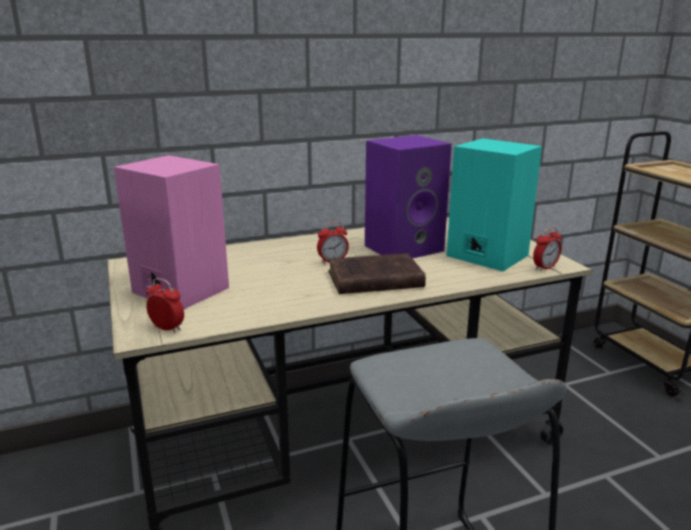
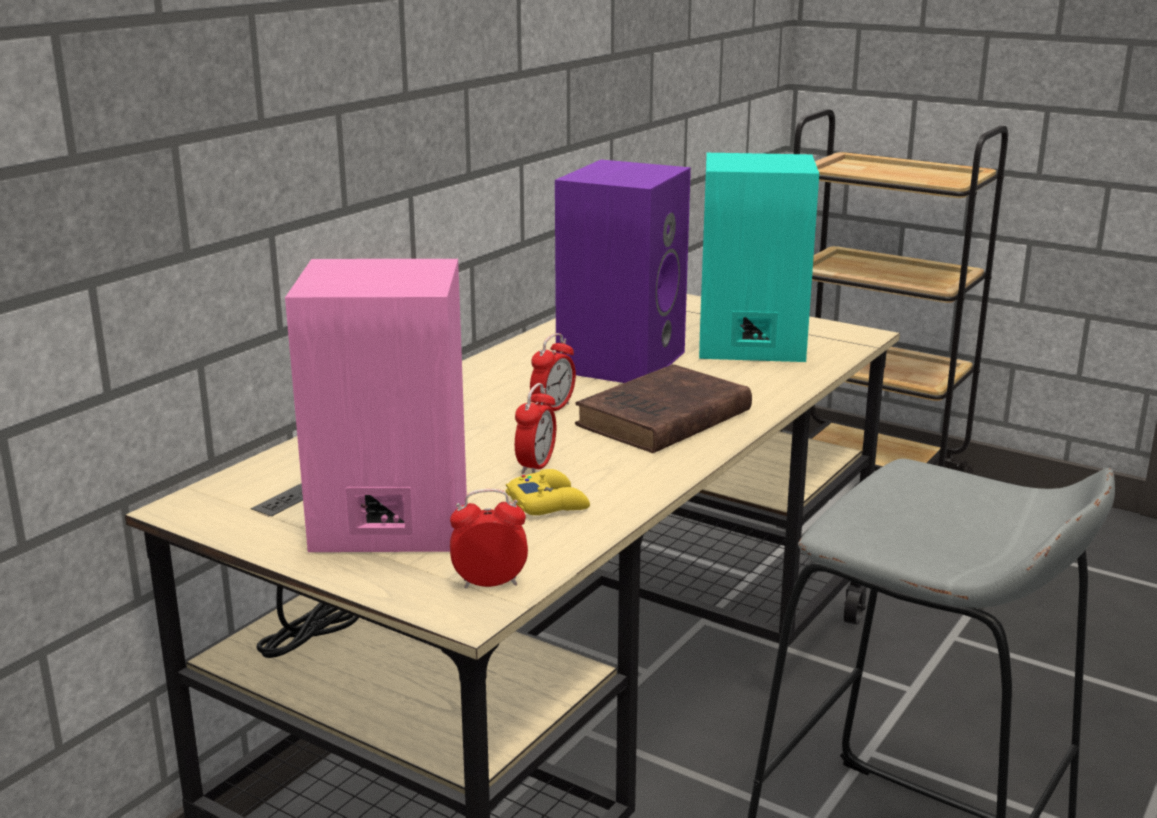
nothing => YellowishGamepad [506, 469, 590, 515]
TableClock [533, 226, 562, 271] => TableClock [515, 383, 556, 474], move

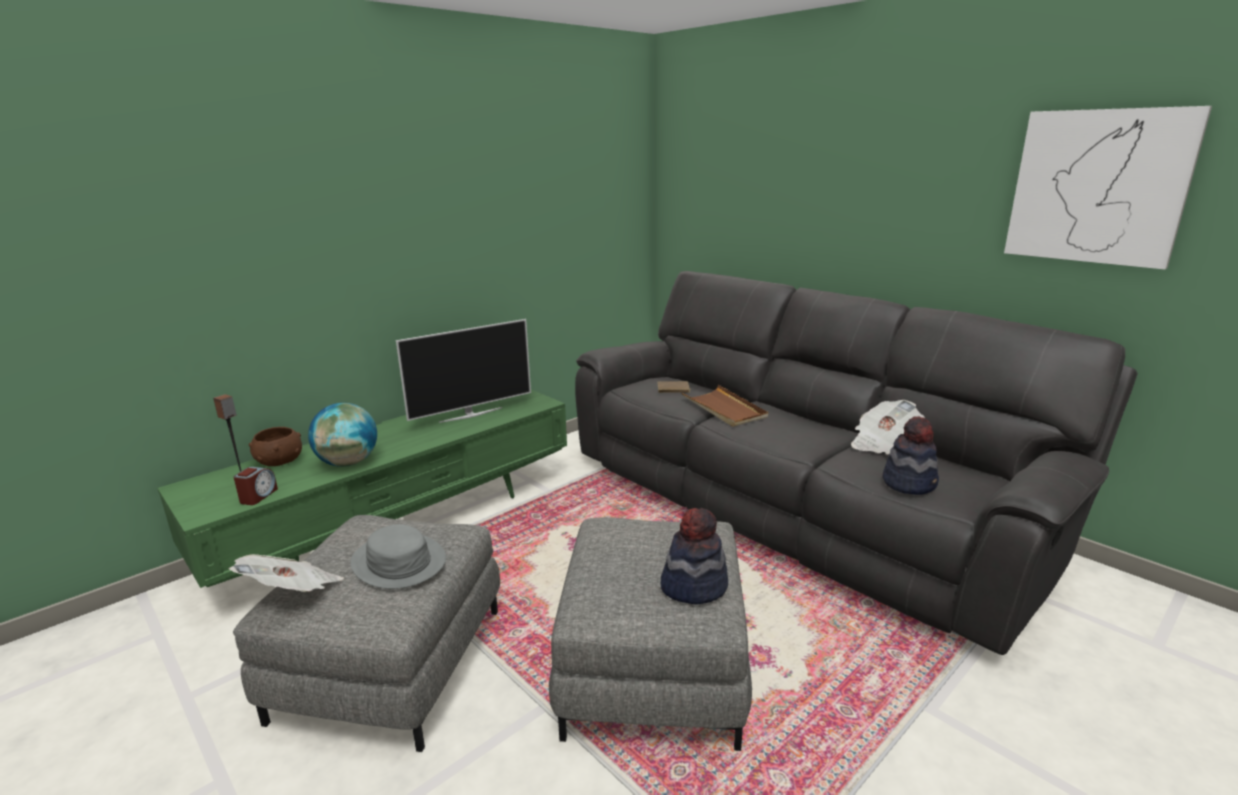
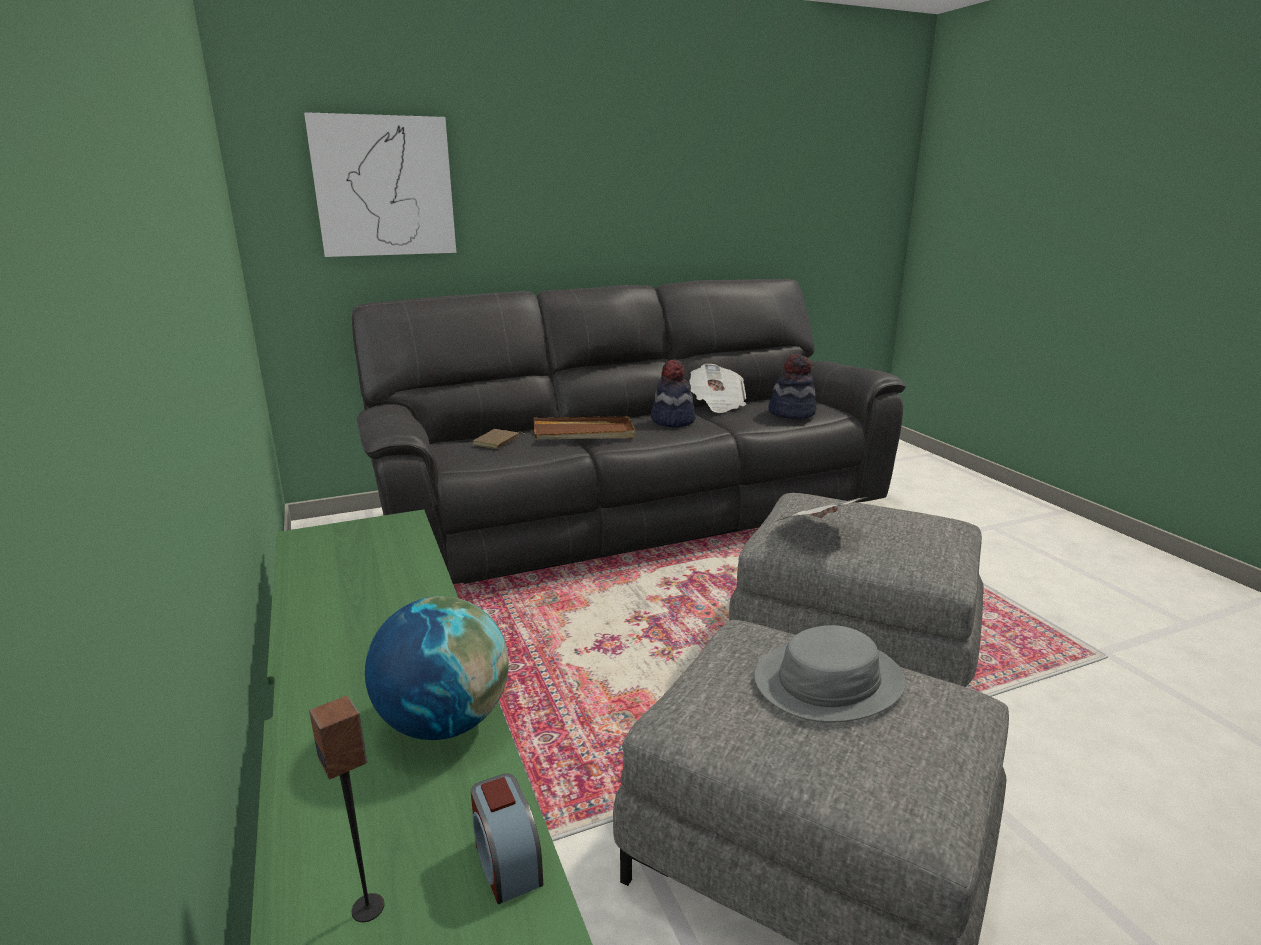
BrownColouredDeepDish [249, 427, 302, 466] => nothing
Tv [396, 319, 531, 423] => nothing
Newspaper [228, 554, 344, 592] => Newspaper [773, 497, 867, 522], move
Hat [661, 508, 728, 605] => Hat [651, 359, 696, 428], move
WallArt [1004, 106, 1212, 270] => WallArt [304, 112, 456, 257], move
TableClock [234, 467, 278, 505] => TableClock [471, 773, 543, 904], 150 degrees counterclockwise

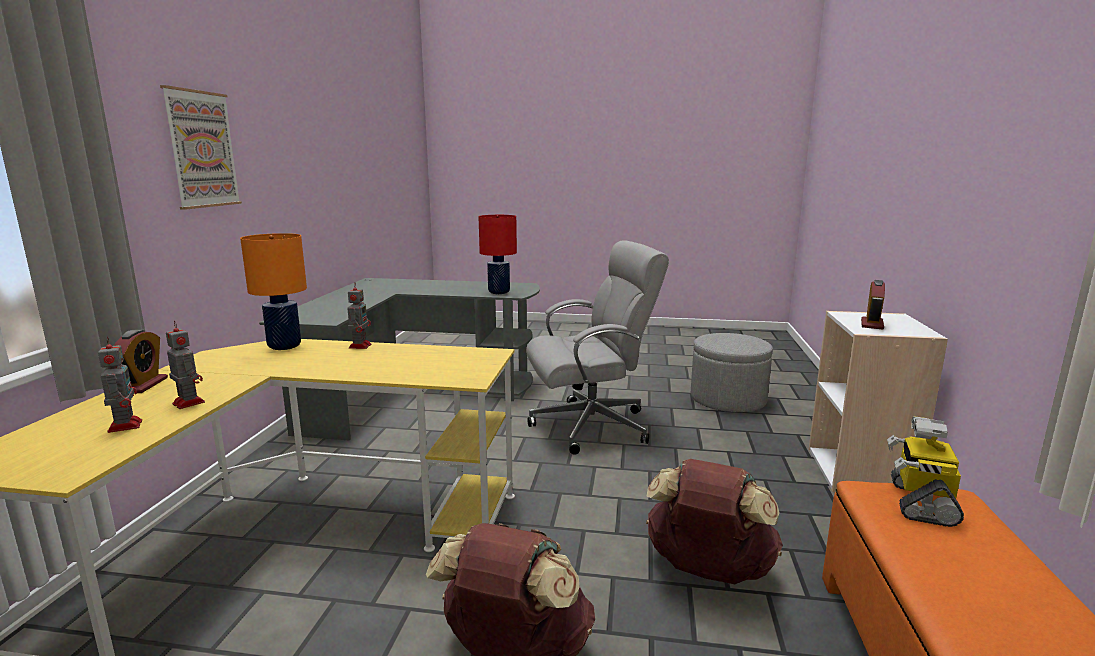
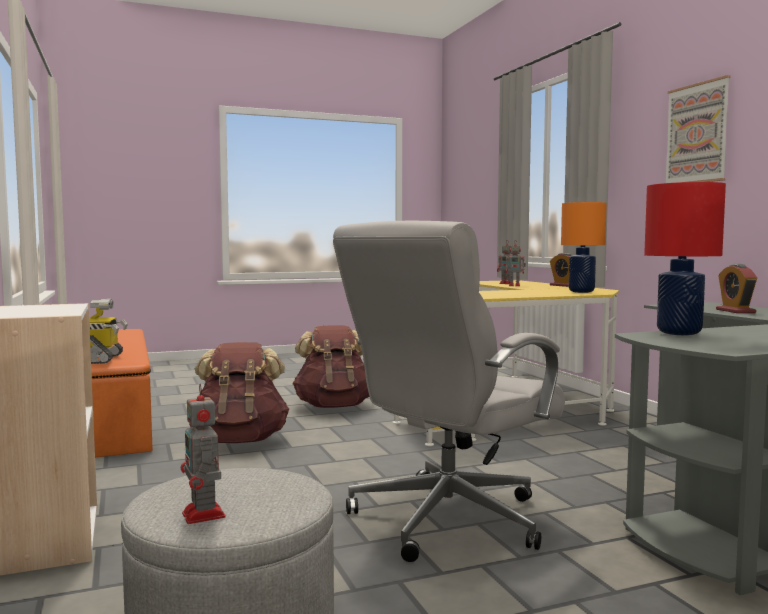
ModelRobot [347, 282, 371, 349] => ModelRobot [181, 383, 225, 524], move
TableClock [861, 280, 885, 330] => TableClock [716, 264, 757, 313], move

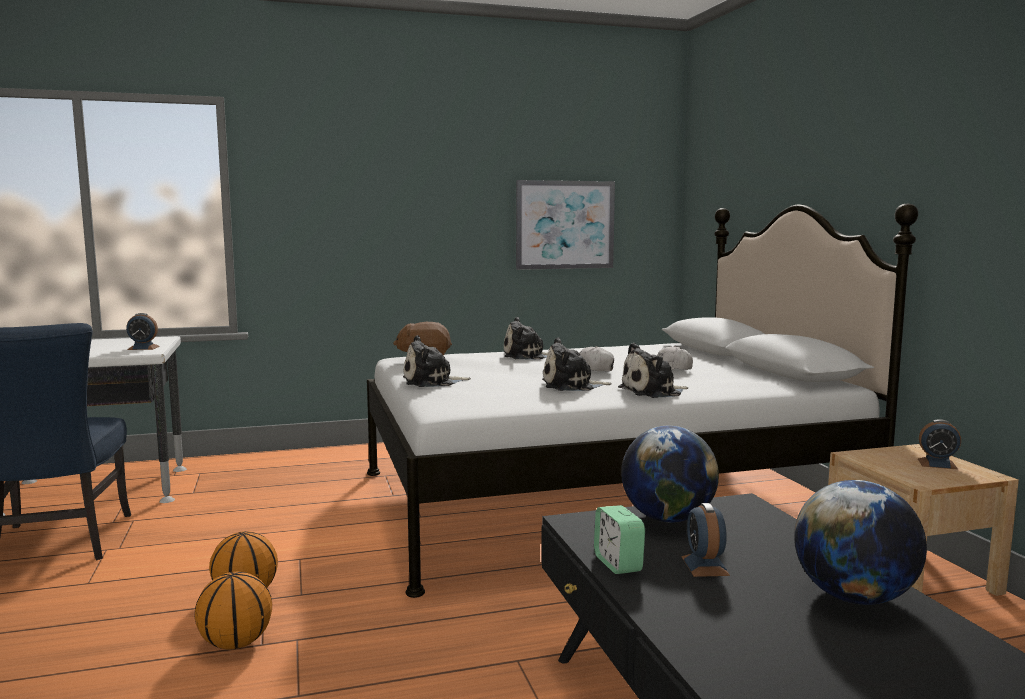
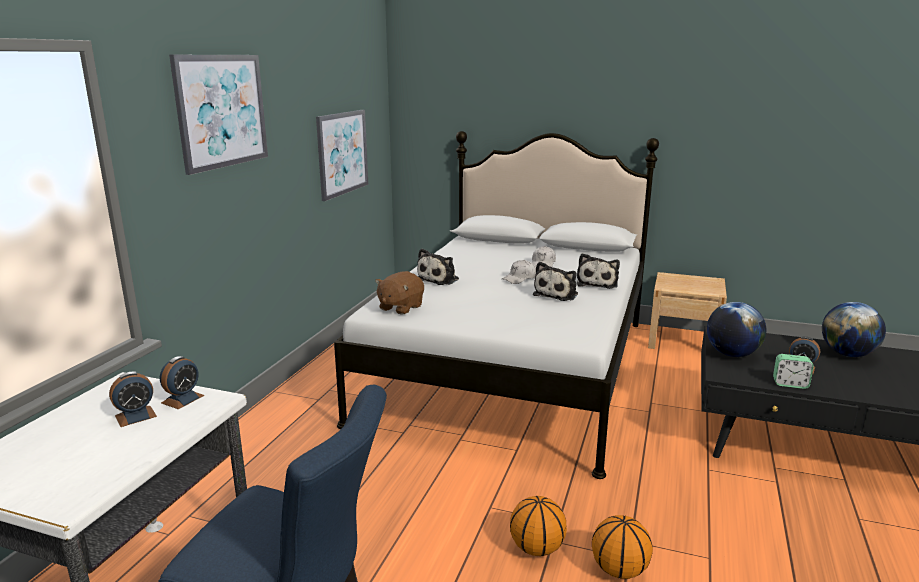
SoftToy [403, 335, 471, 387] => nothing
nothing => WallArt [169, 55, 268, 175]
TableClock [918, 419, 961, 470] => TableClock [109, 372, 157, 427], move

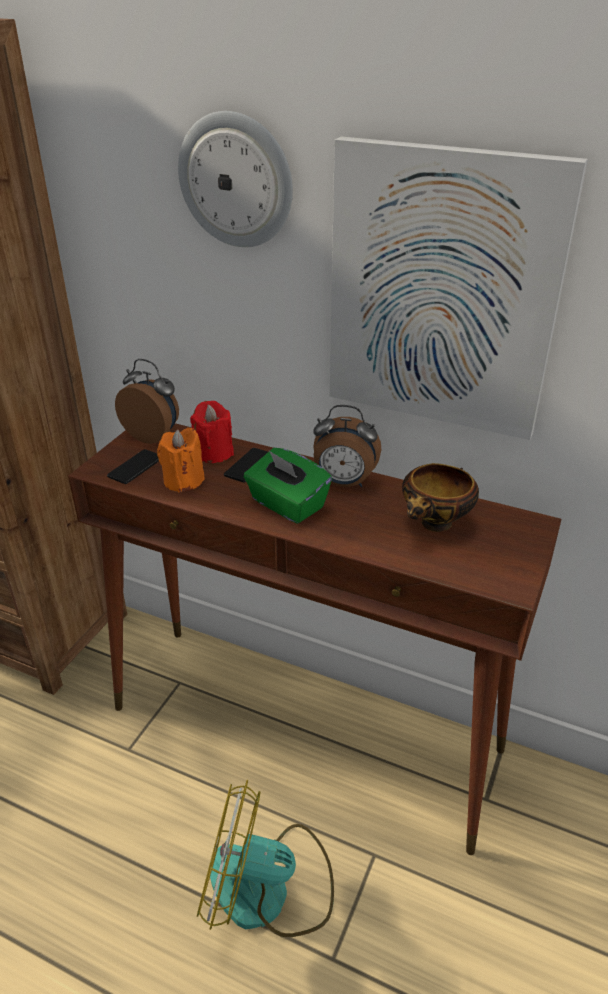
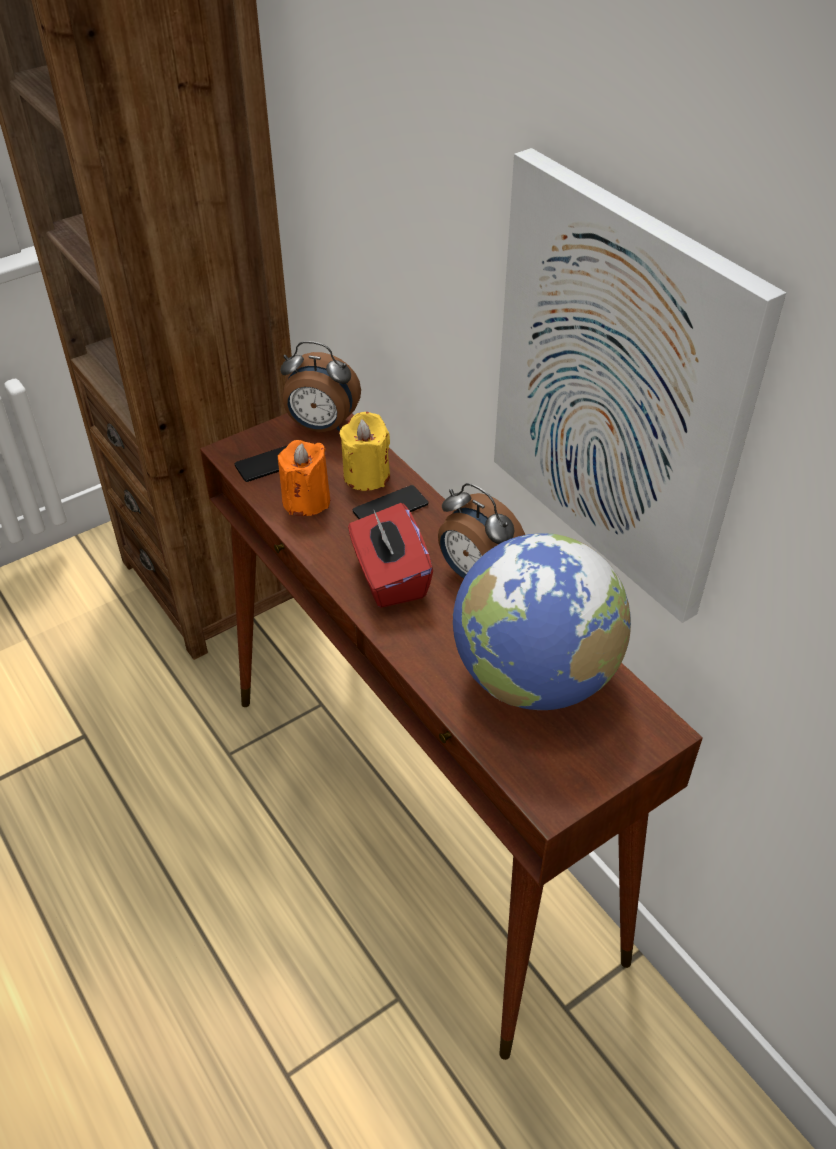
ClockOnTheWall [178, 111, 293, 247] => nothing
CoolingFan [197, 780, 334, 937] => nothing
DeepDish [402, 463, 479, 532] => DeskGlobe [453, 533, 631, 710]
RedColouredWaxCandle [190, 401, 234, 463] => YellowishWaxCandle [339, 412, 390, 491]
GreenTissueBox [244, 448, 332, 524] => RedColouredTissueBox [348, 503, 433, 608]
TableClock [115, 359, 179, 444] => TableClock [280, 341, 361, 432], 135 degrees clockwise

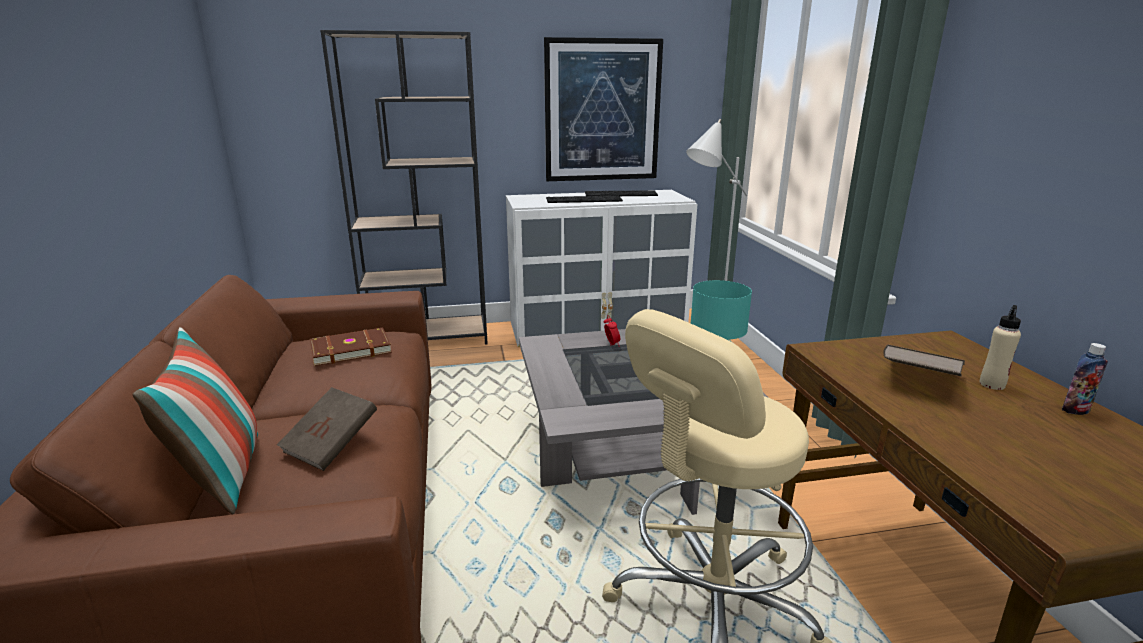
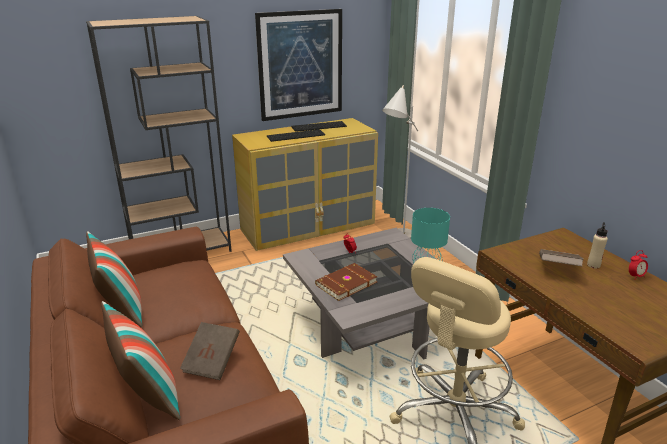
nothing => Cushion [86, 231, 142, 327]
BrownColouredBook [310, 327, 392, 366] => BrownColouredBook [315, 263, 377, 301], move
Bottle [1062, 343, 1108, 415] => TableClock [629, 250, 648, 280]
WhiteColouredStorageCabinet [506, 190, 697, 347] => YellowishStorageCabinet [232, 118, 378, 251]

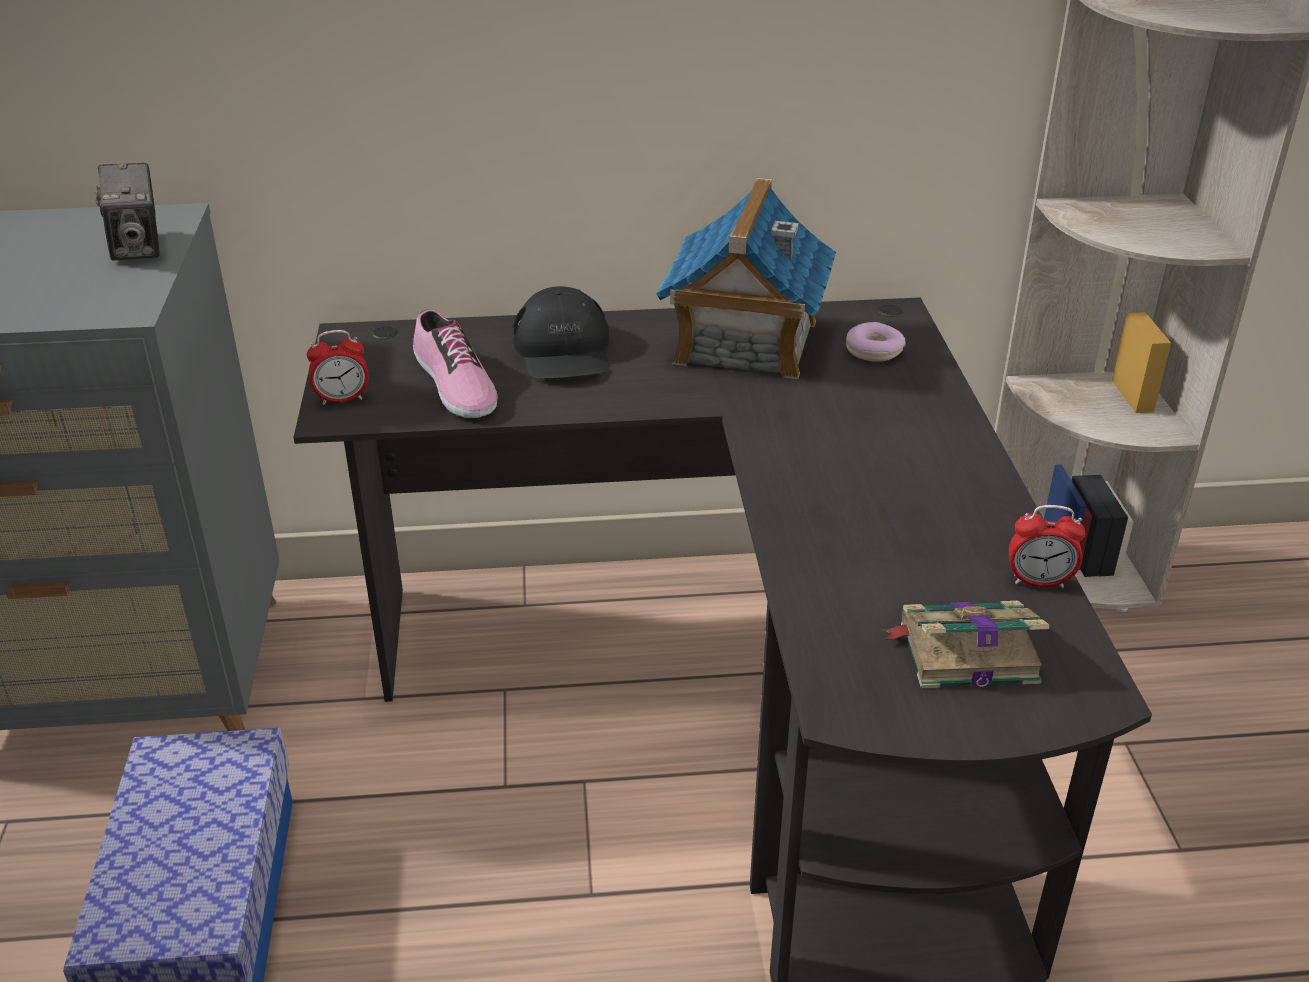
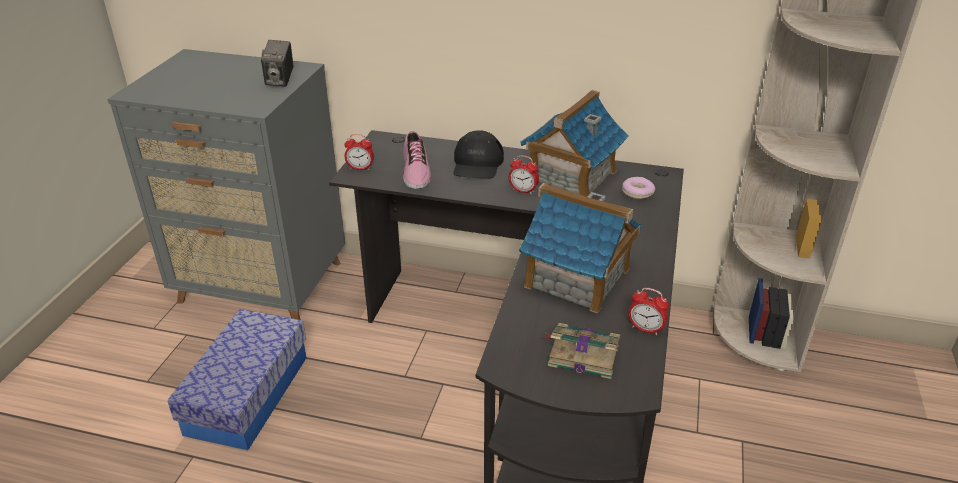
nothing => TableClock [509, 155, 539, 194]
nothing => ToyHouse [519, 183, 642, 314]

